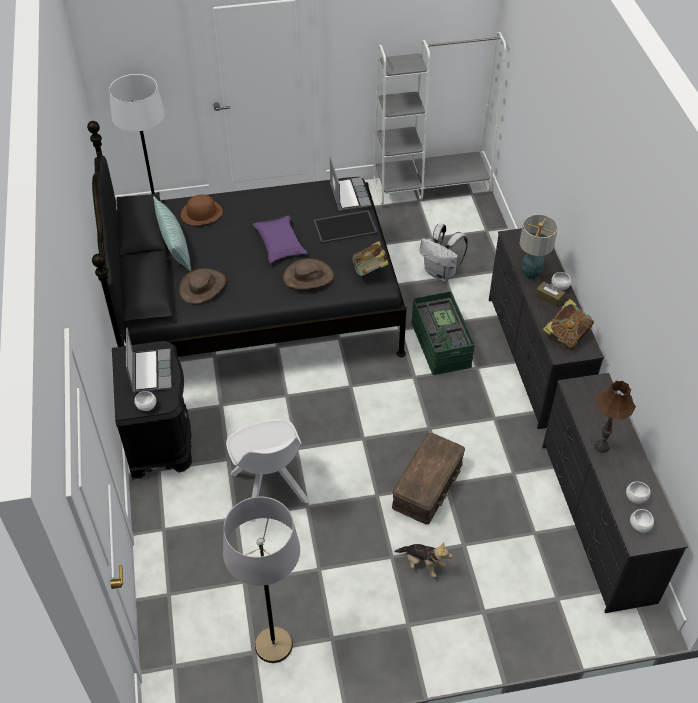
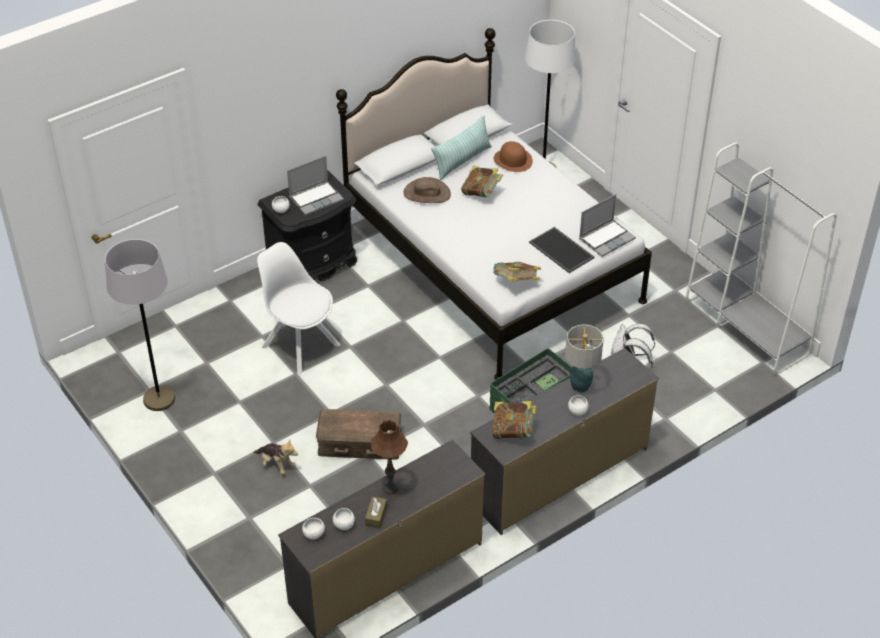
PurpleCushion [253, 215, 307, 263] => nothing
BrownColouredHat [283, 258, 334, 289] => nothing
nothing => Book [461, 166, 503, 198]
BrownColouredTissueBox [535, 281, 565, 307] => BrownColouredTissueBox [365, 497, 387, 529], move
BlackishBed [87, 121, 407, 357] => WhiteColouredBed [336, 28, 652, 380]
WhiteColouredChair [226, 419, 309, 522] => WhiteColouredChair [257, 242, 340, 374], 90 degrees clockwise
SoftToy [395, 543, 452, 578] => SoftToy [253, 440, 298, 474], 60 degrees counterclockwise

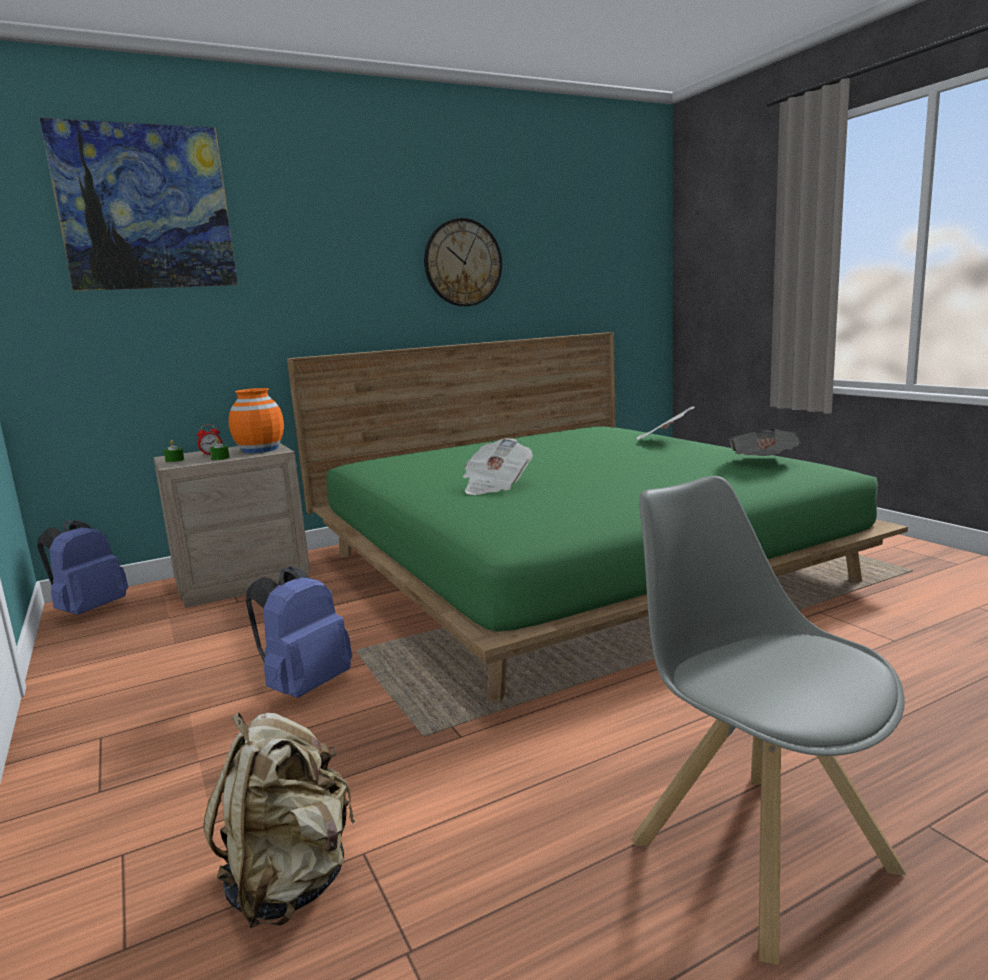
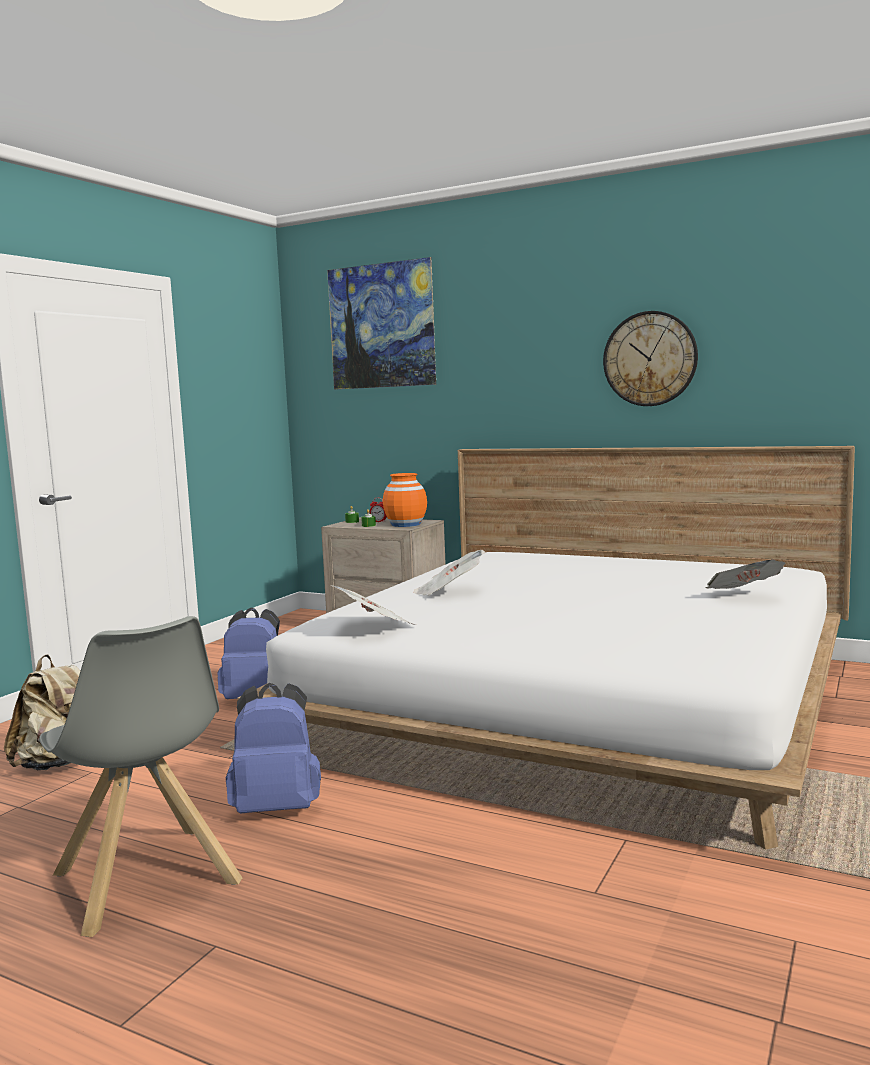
BlueKnapsack [37, 520, 128, 615] => BlueKnapsack [226, 683, 321, 813], move
Newspaper [728, 429, 801, 456] => Newspaper [331, 585, 413, 624], move
GreenBed [287, 332, 908, 702] => WhiteColouredBed [237, 446, 855, 849]
GrayChair [633, 476, 906, 965] => GrayChair [39, 616, 242, 937], 120 degrees clockwise

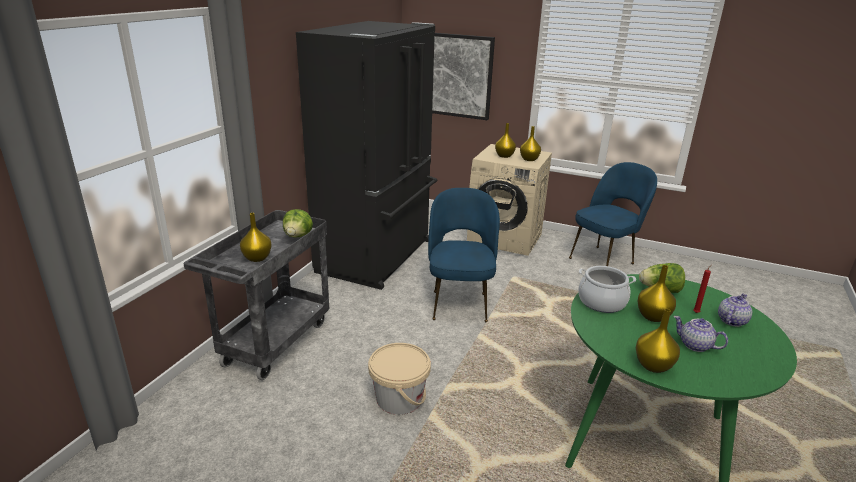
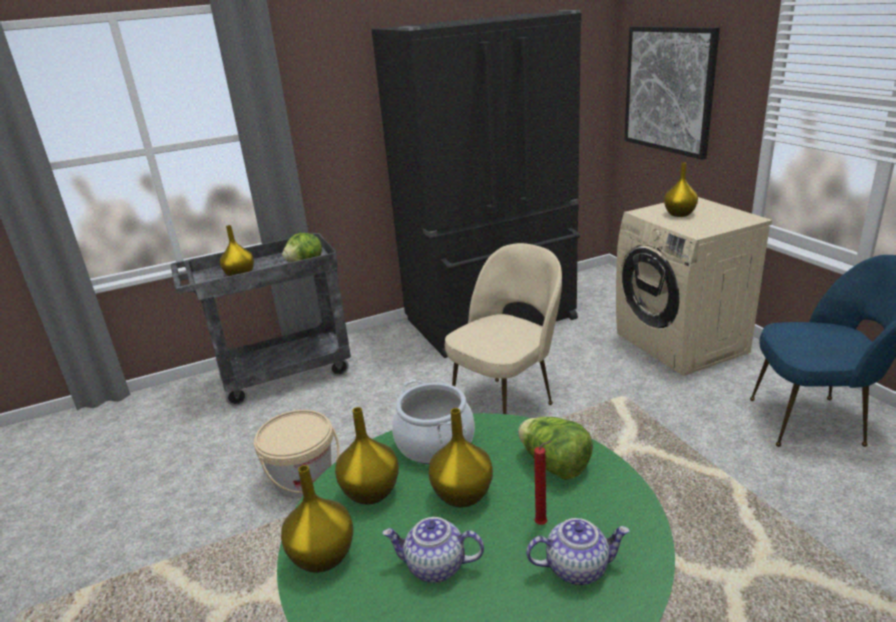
YellowishDecorativeVase [520, 126, 541, 161] => YellowishDecorativeVase [335, 407, 399, 505], move
BlueChair [428, 188, 500, 323] => SandColouredChair [445, 243, 562, 414]
PotForTea [673, 316, 728, 352] => PotForTea [382, 517, 484, 583], 75 degrees counterclockwise

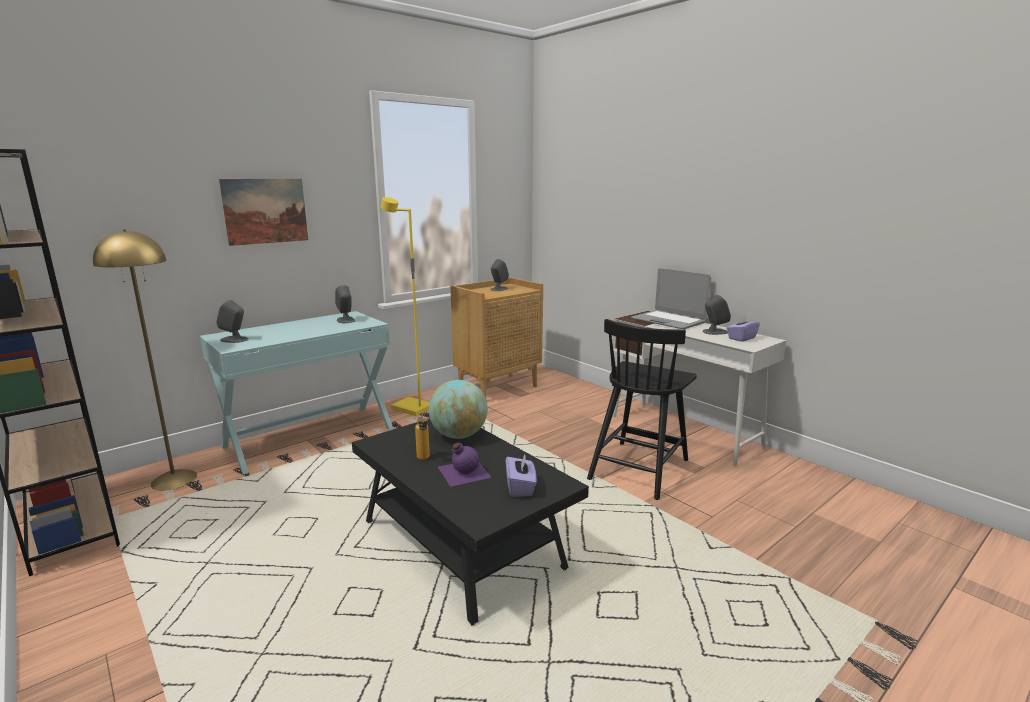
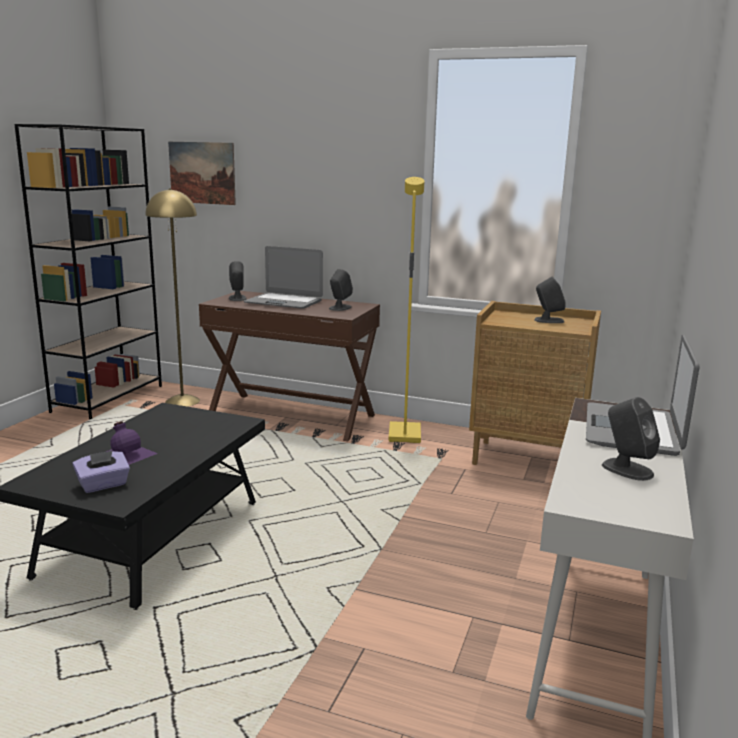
Bottle [415, 413, 430, 460] => nothing
DeskGlobe [429, 380, 488, 439] => nothing
BlackishChair [587, 319, 697, 500] => nothing
PurpleTissueBox [727, 314, 760, 342] => nothing
nothing => NotebookComputer [244, 246, 323, 308]
WallArt [219, 179, 308, 246] => WallArt [168, 142, 236, 205], move
TurquoiseColouredDeskTable [200, 311, 393, 475] => BrownColouredDeskTable [199, 291, 380, 441]

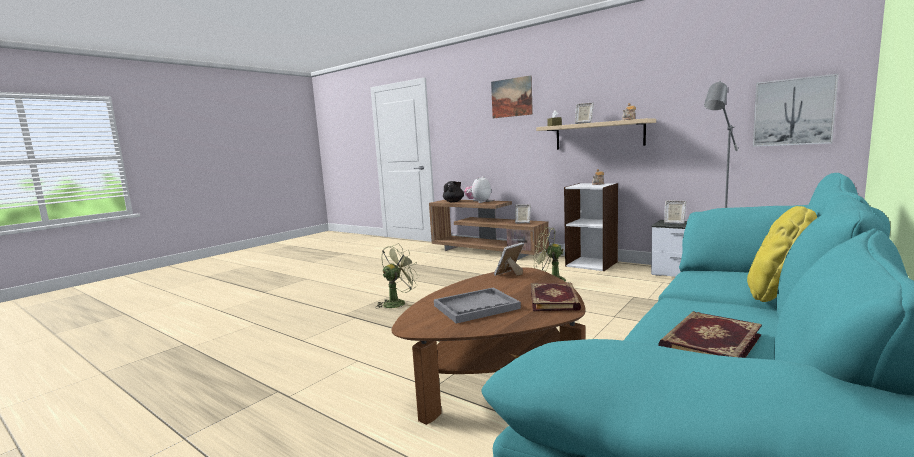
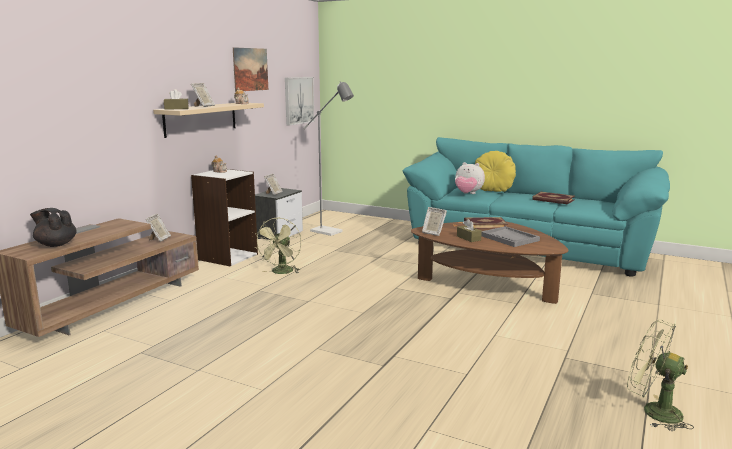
nothing => BrownColouredTissueBox [457, 219, 482, 242]
GreenCoolingFan [375, 244, 420, 308] => GreenCoolingFan [627, 319, 694, 431], move
SoftToy [464, 176, 491, 203] => SoftToy [455, 162, 485, 194], move
WallArt [491, 75, 533, 118] => WallArt [233, 47, 268, 92], move

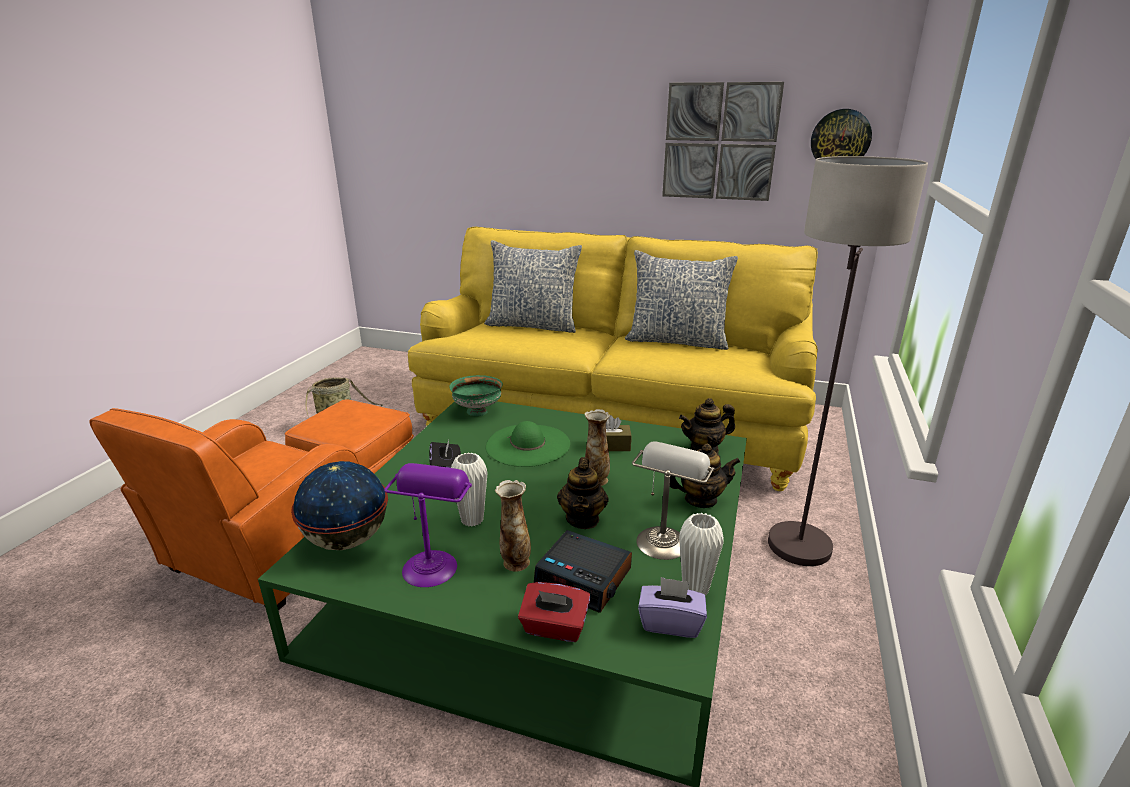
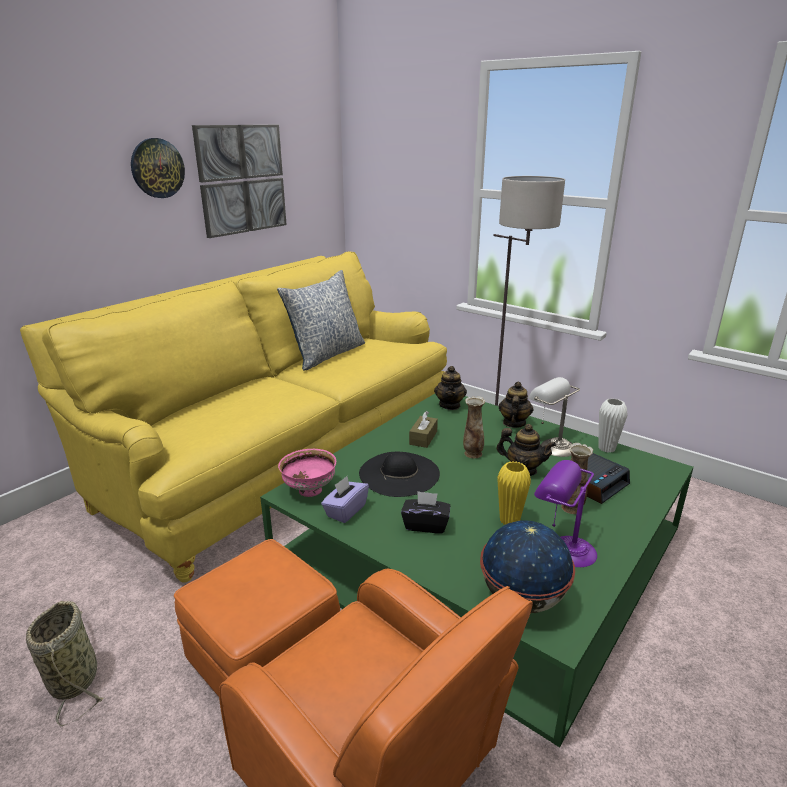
Cushion [484, 240, 582, 333] => nothing
RedColouredTissueBox [518, 582, 591, 642] => nothing
PurpleTissueBox [638, 577, 707, 638] => PurpleTissueBox [321, 476, 369, 523], move
ClockOnTheWall [811, 109, 872, 159] => ClockOnTheWall [131, 138, 185, 198], move
GreenDeepDish [449, 375, 503, 416] => PinkishDeepDish [278, 449, 336, 497]
WhiteColouredDecorativeVase [451, 452, 488, 527] => YellowishDecorativeVase [497, 461, 531, 525]
GreenHat [486, 421, 570, 467] => BlackishHat [359, 452, 440, 497]

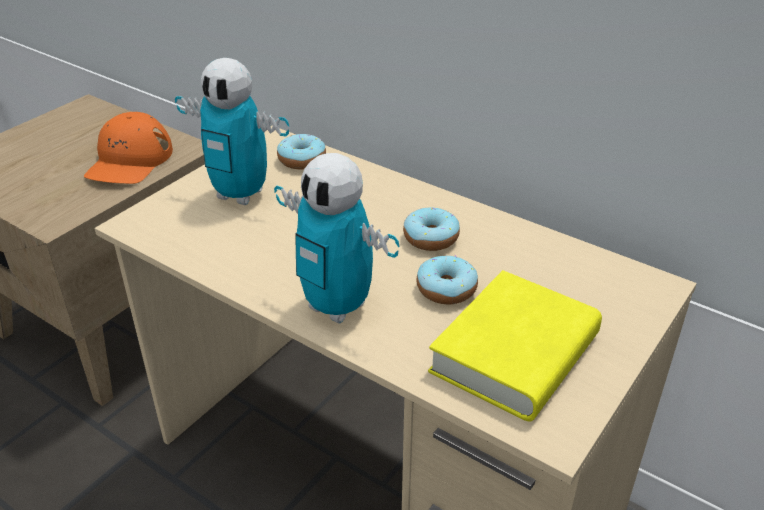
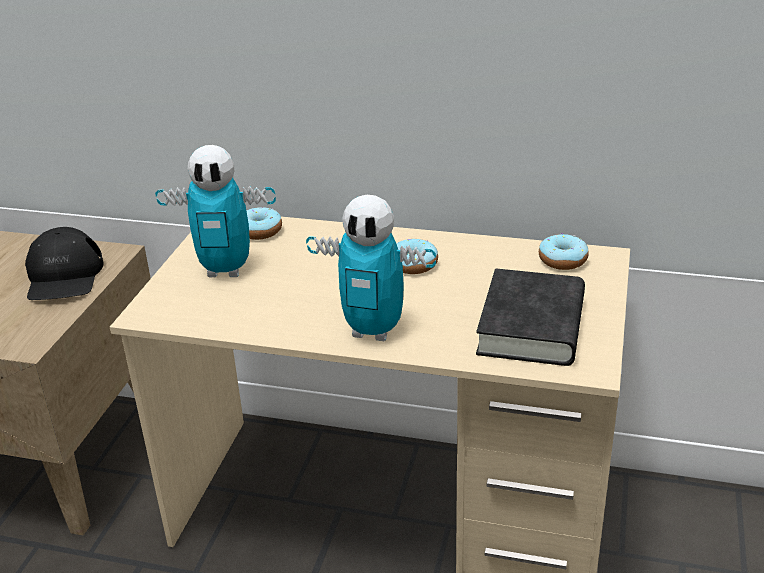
Donut [417, 255, 478, 305] => Donut [539, 233, 589, 270], move
OrangeColouredBaseballCap [84, 112, 173, 184] => BlackishBaseballCap [25, 227, 103, 300]
YellowishBook [428, 270, 602, 422] => BlackishBook [476, 269, 585, 366]

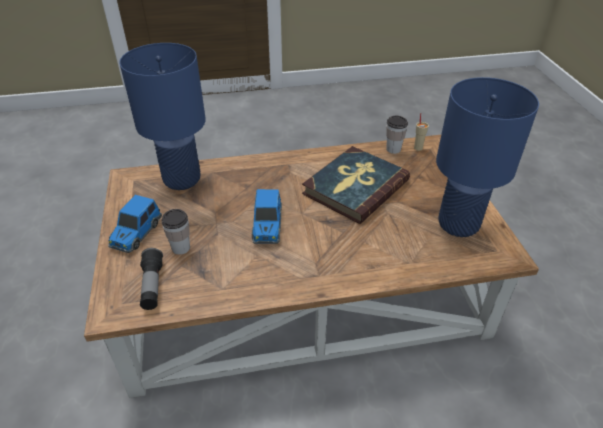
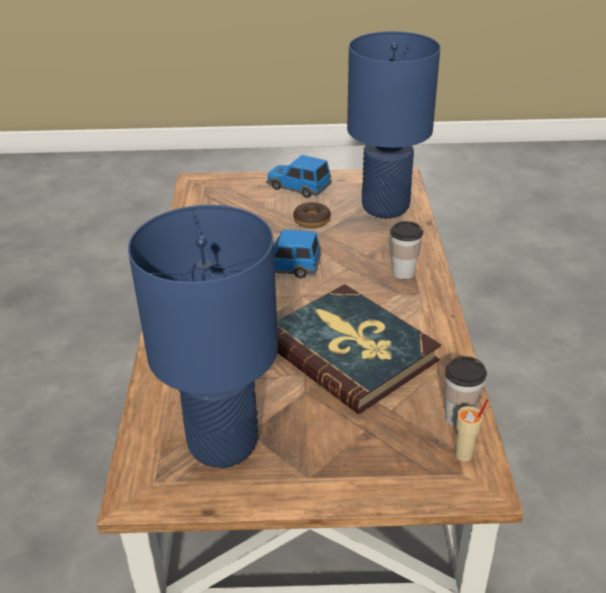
Torch [140, 248, 163, 310] => nothing
nothing => Donut [293, 202, 331, 228]
SmallCup [162, 209, 190, 255] => SmallCup [390, 221, 423, 279], move

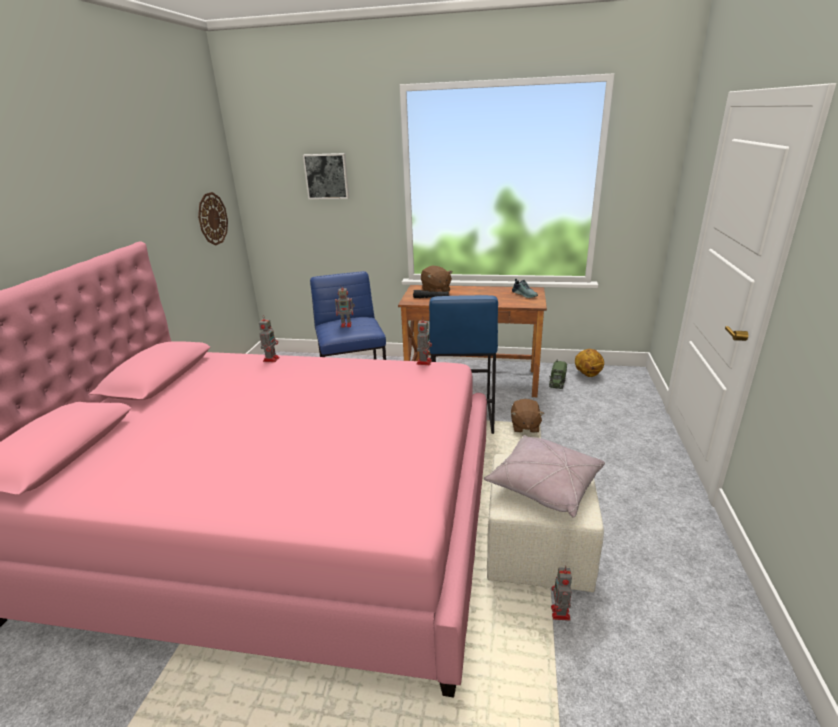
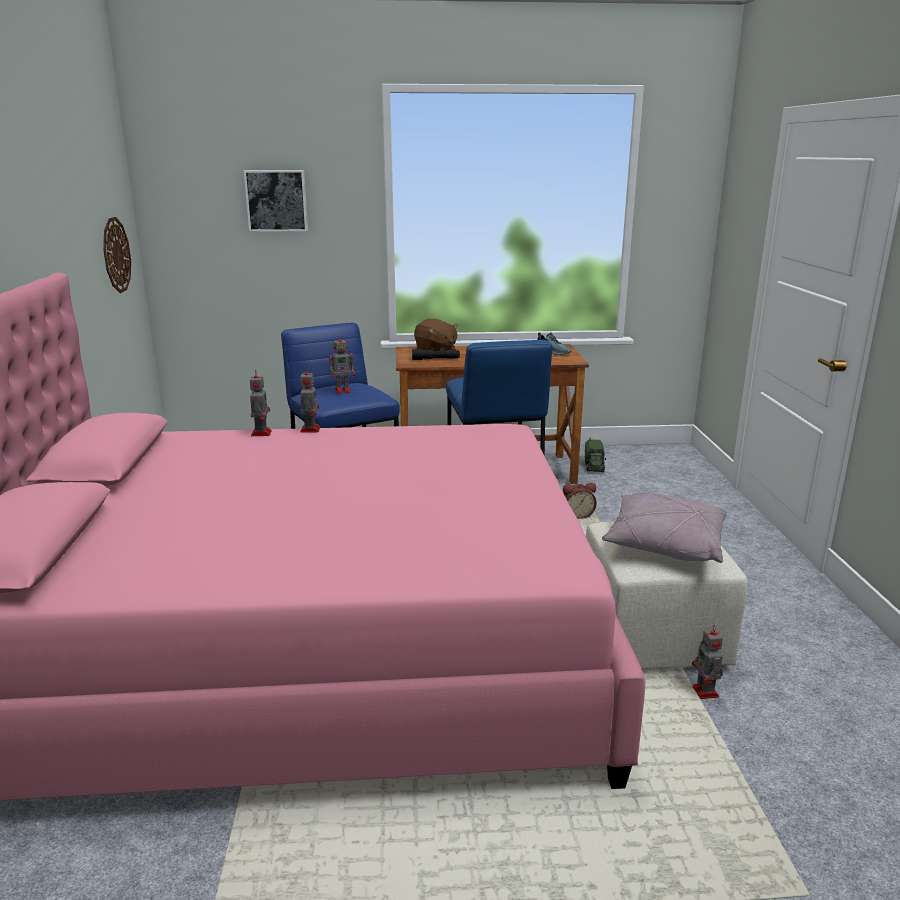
BallForBasketball [575, 349, 604, 377] => nothing
ModelRobot [416, 316, 432, 365] => ModelRobot [300, 367, 321, 432], move
BrownColouredSoftToy [511, 399, 544, 433] => TableClock [563, 483, 597, 519]

